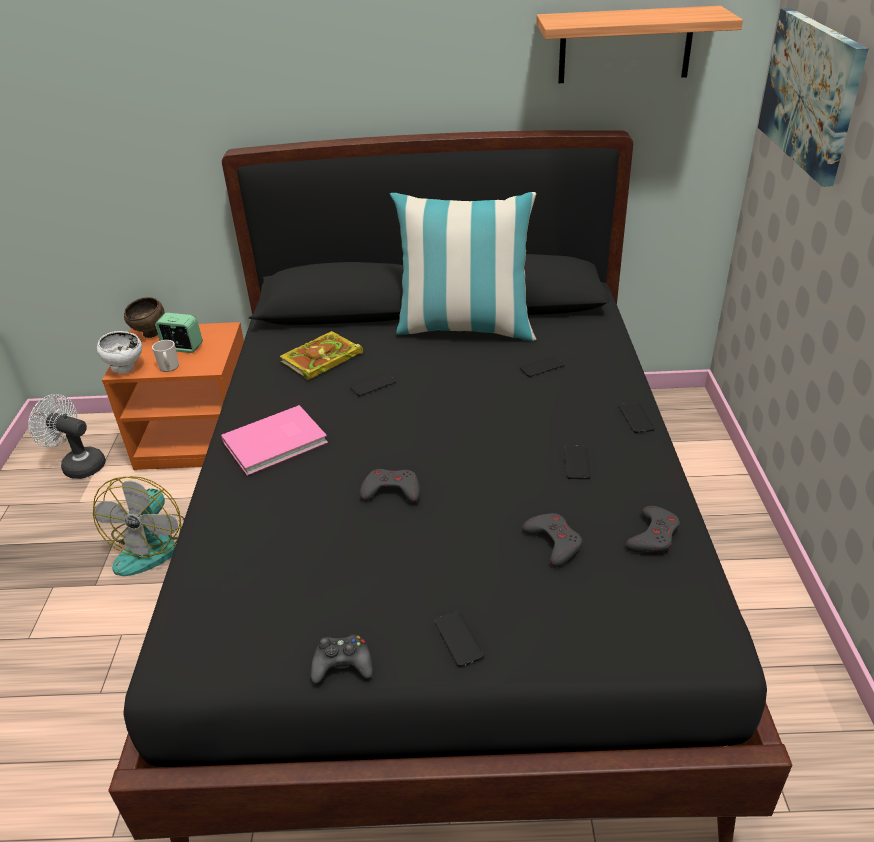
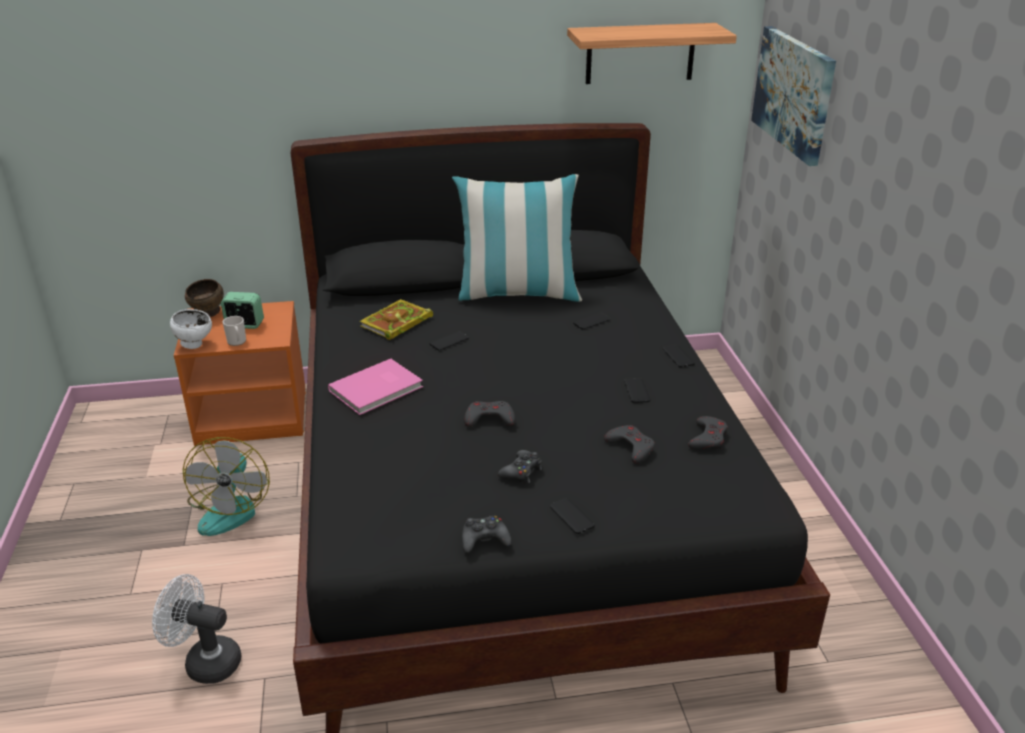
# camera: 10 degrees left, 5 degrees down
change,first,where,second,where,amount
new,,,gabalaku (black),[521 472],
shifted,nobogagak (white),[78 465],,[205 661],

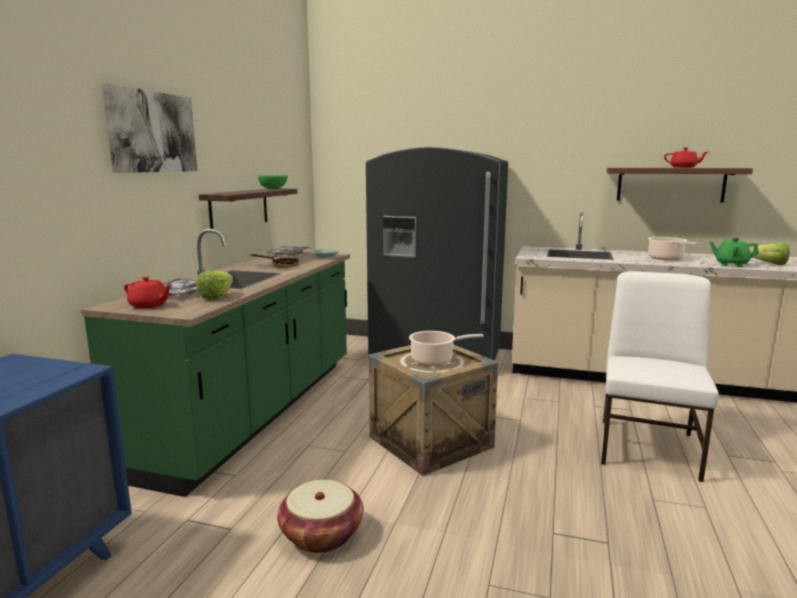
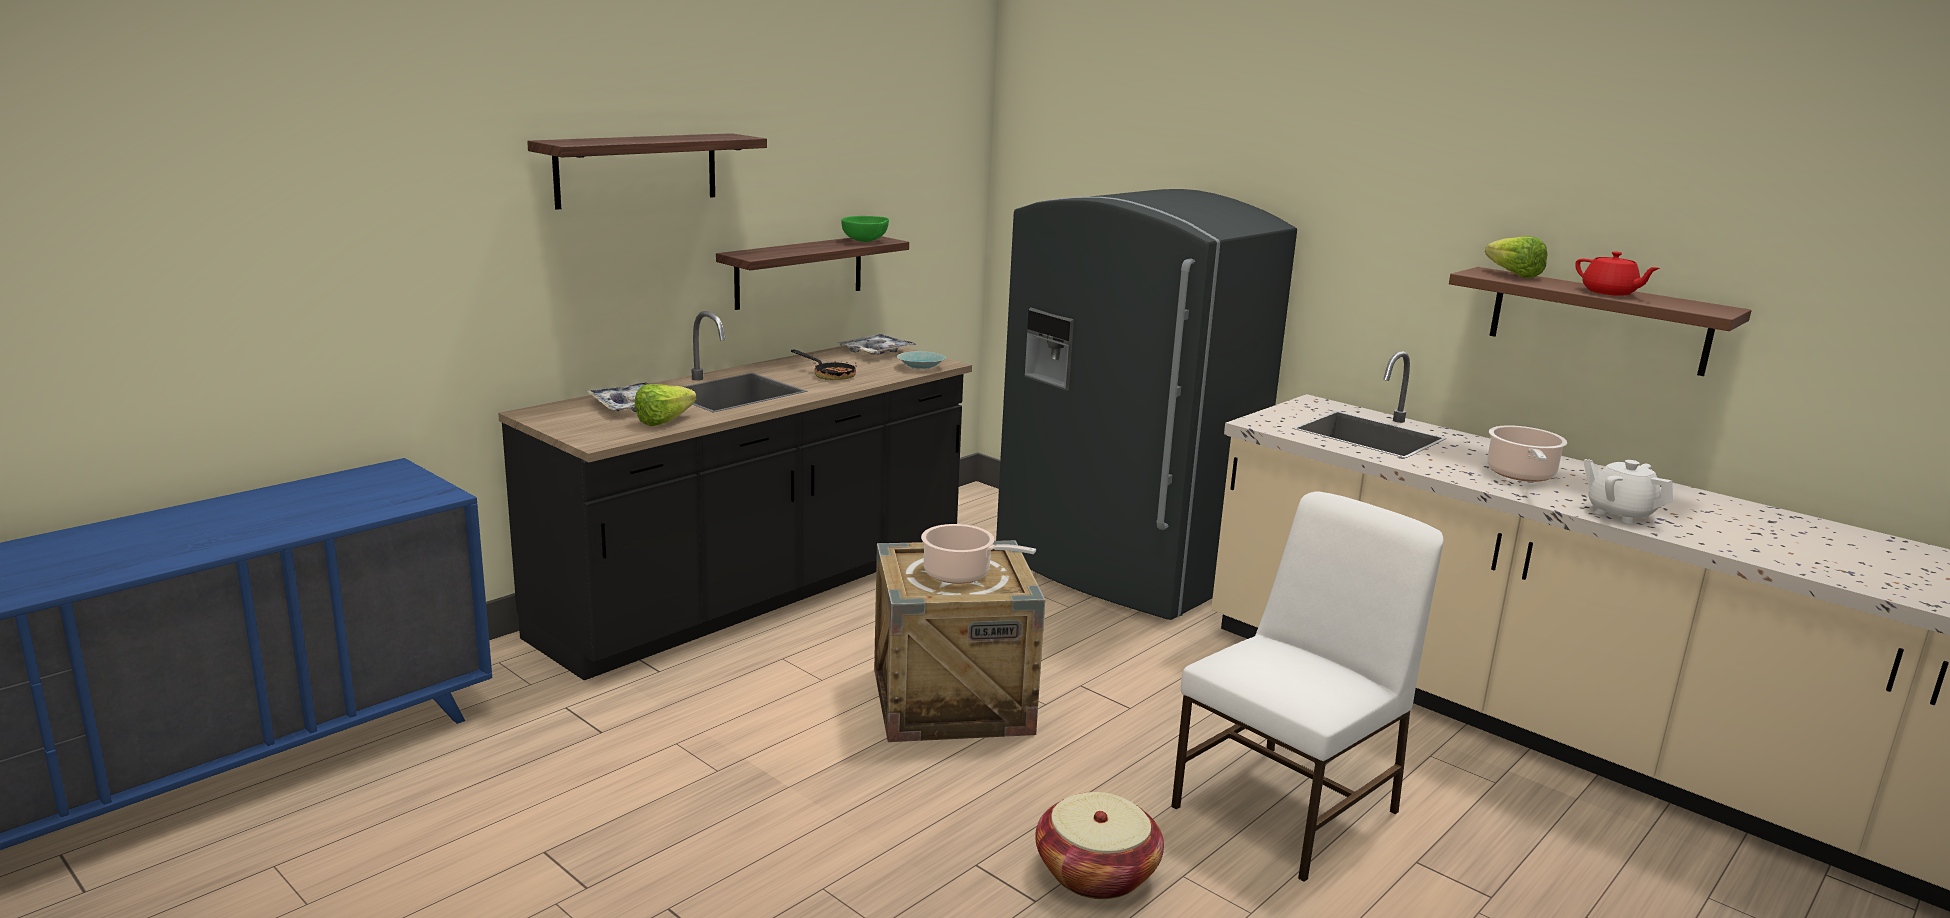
# camera: 25 degrees right, 5 degrees up
change,first,where,second,where,amount
gone,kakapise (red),[149 305],,,
shifted,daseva,[321 534],,[1096 873],
shifted,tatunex,[765 263],,[1509 274],
swapped,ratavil,[152 132],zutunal,[637 170],
repainted,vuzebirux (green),[256 412],vuzebirux (black),[759 593],
repainted,kakapise (green),[731 264],kakapise (white),[1620 514],

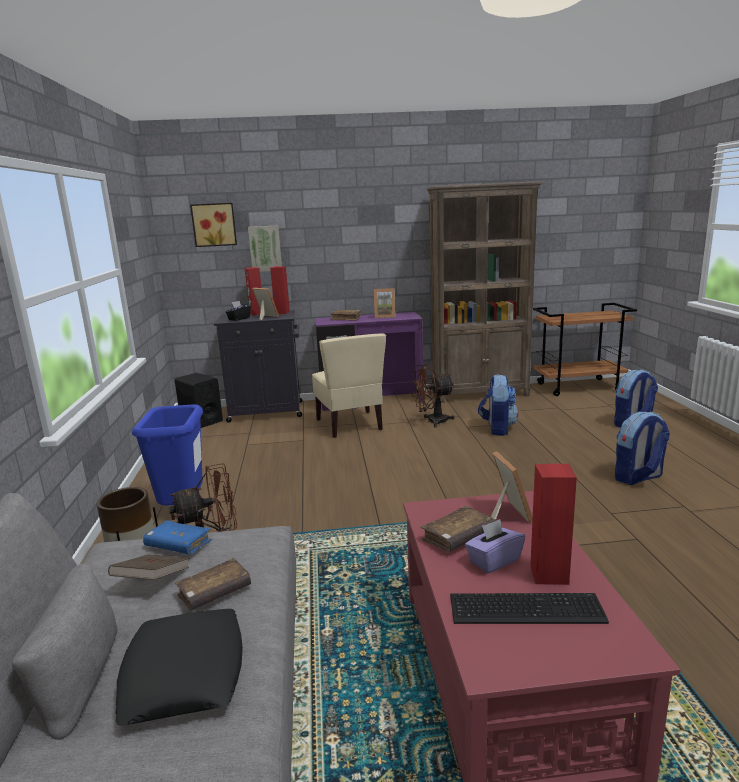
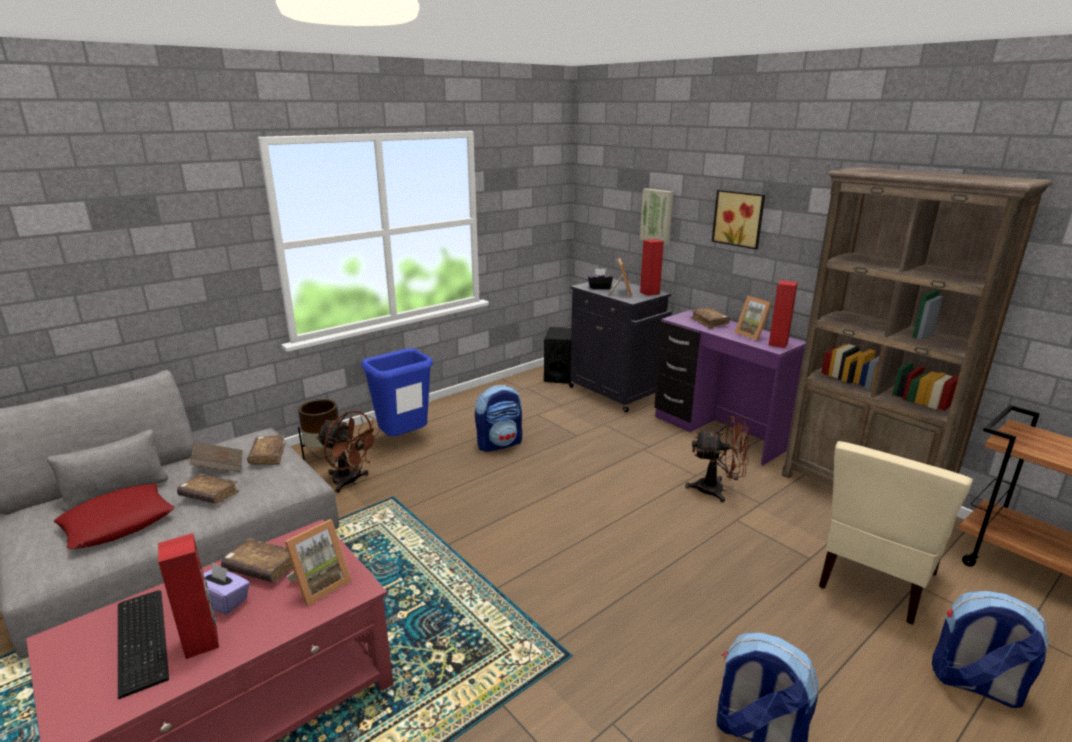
# camera: 55 degrees right, 5 degrees up
change,first,where,second,where,amount
shifted,ratavil,[214 224],,[739 218],
shifted,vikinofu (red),[256 313],,[777 344],
shifted,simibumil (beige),[350 425],,[874 579],
shifted,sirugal,[497 428],,[499 444],
repainted,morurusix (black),[184 673],morurusix (red),[118 523],
repainted,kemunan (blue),[178 545],kemunan (brown),[268 455],
rotated,nobogagak (brown),[432 421],,[717 490],150 degrees clockwise

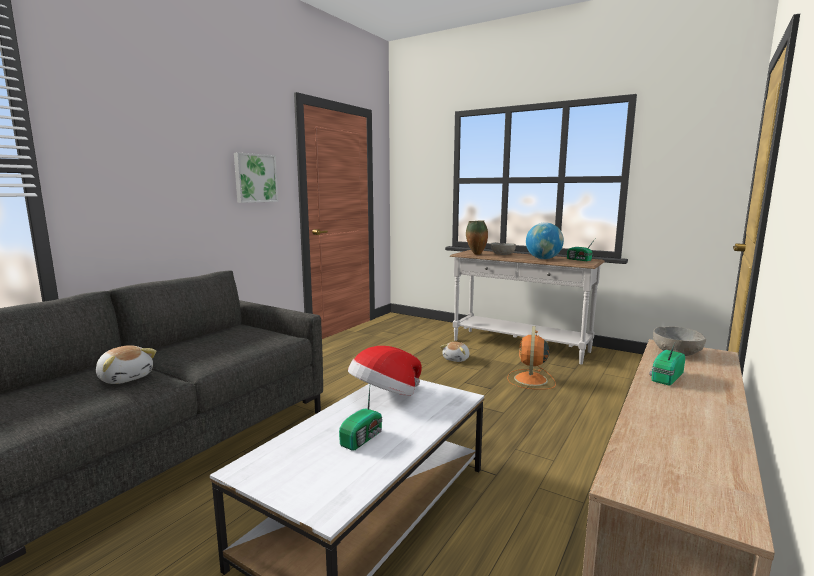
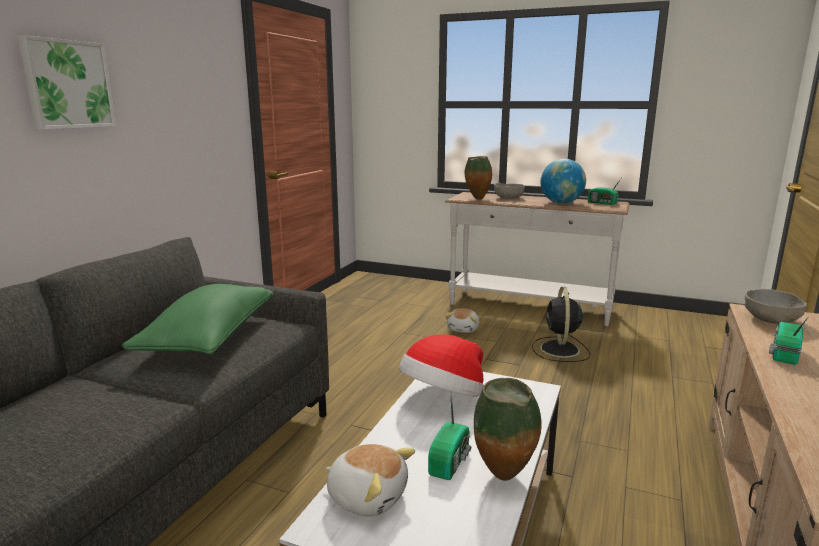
# camera: 10 degrees left, 5 degrees up
change,first,where,second,where,amount
new,,,morurusix (green),[209 338],
new,,,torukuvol,[504 478],
shifted,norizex,[126 377],,[368 496],
shifted,ratavil,[255 178],,[67 84],
repainted,nobogagak (orange),[530 380],nobogagak (black),[560 350],

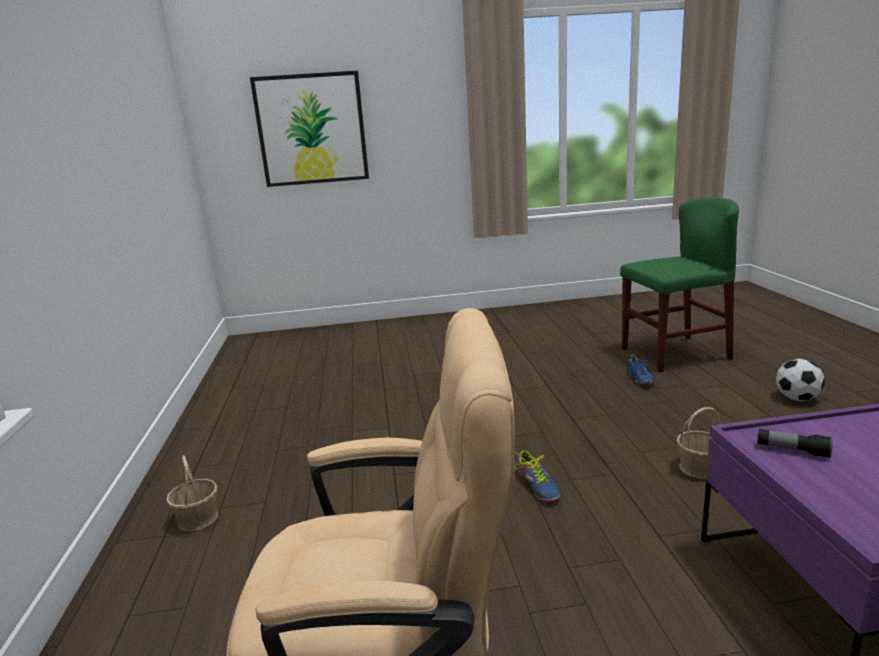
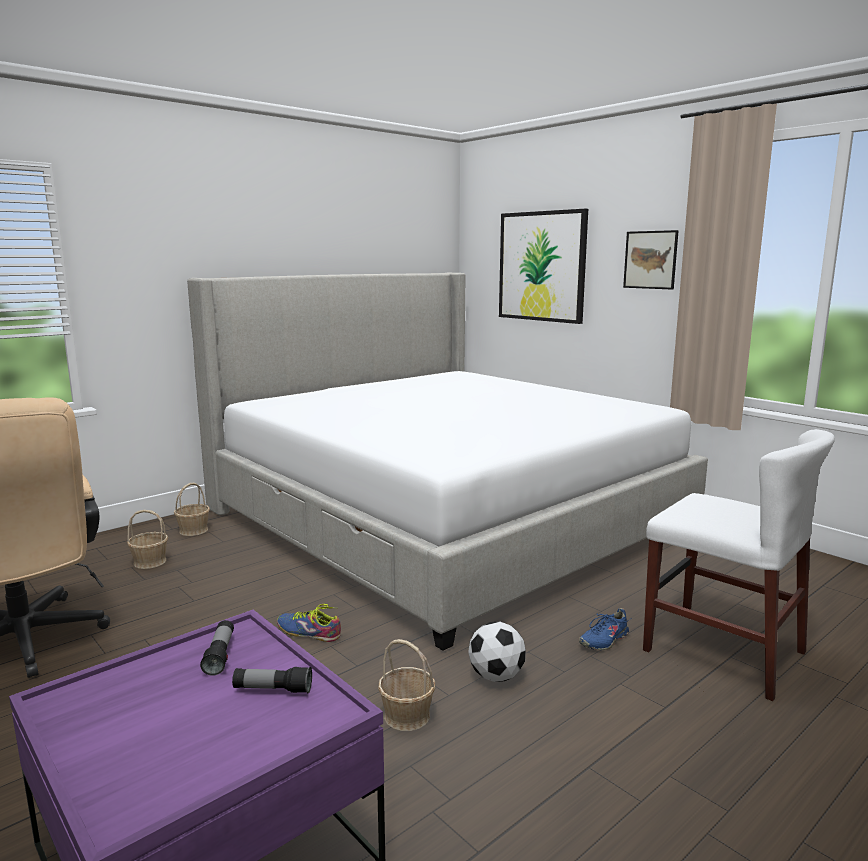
# camera: 55 degrees right, 5 degrees down
change,first,where,second,where,amount
new,,,daseva,[150 562],
new,,,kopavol,[445 517],
new,,,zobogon,[273 689],
new,,,ratavil,[650 260],
shifted,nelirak,[797 398],,[496 676],
repainted,simibumil (green),[674 353],simibumil (white),[723 651],
rotated,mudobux,[538 485],,[308 632],75 degrees clockwise

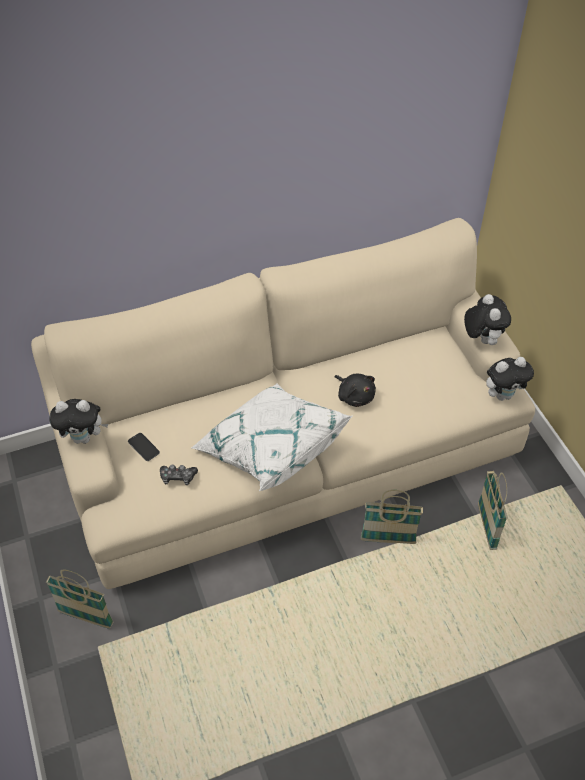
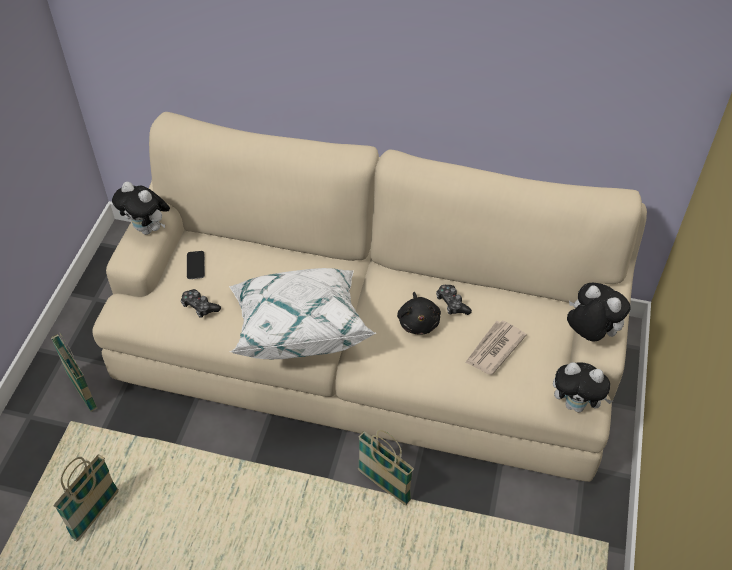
# camera: 35 degrees right, 0 degrees up
change,first,where,second,where,amount
new,,,gabalaku,[452 304],
new,,,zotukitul,[494 349],
shifted,daseva,[486 527],,[96 514],
rotated,norizex,[482 339],,[589 334],75 degrees counterclockwise

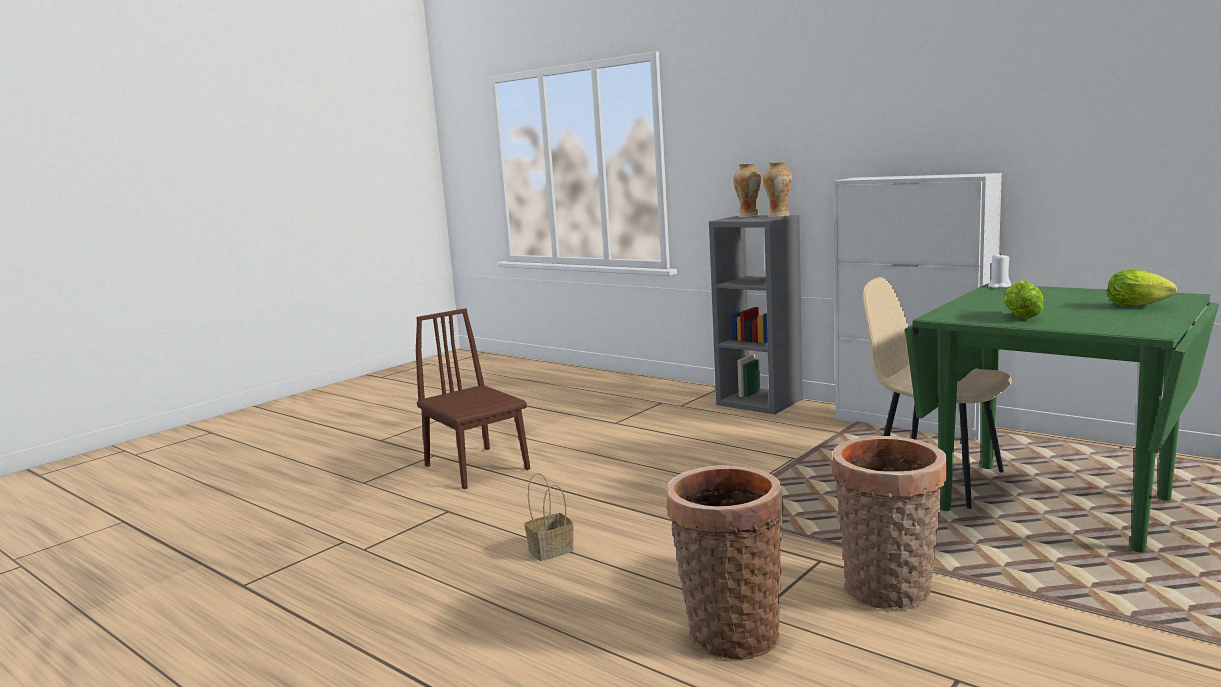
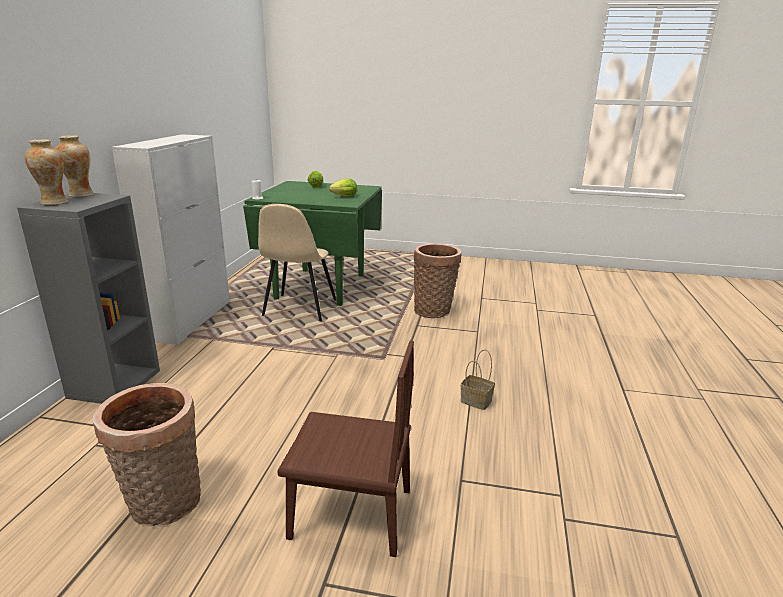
# camera: 120 degrees left, 10 degrees up
change,first,where,second,where,amount
shifted,daseva,[728 632],,[163 506],
rotated,simibumil (brown),[477 467],,[351 513],105 degrees counterclockwise

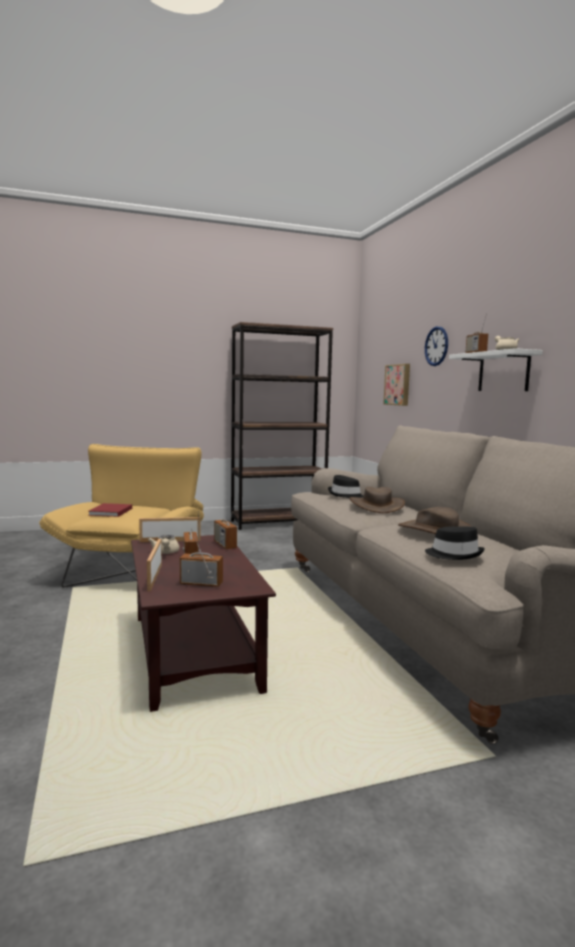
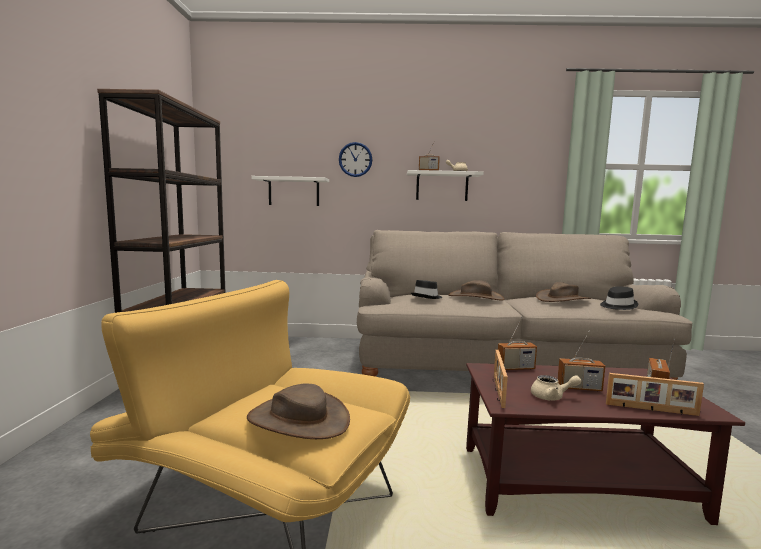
# camera: 70 degrees left, 0 degrees up
change,first,where,second,where,amount
swapped,kemunan (red),[110 512],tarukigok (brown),[298 419],
swapped,ratavil,[398 385],zutunal (white),[294 191],

